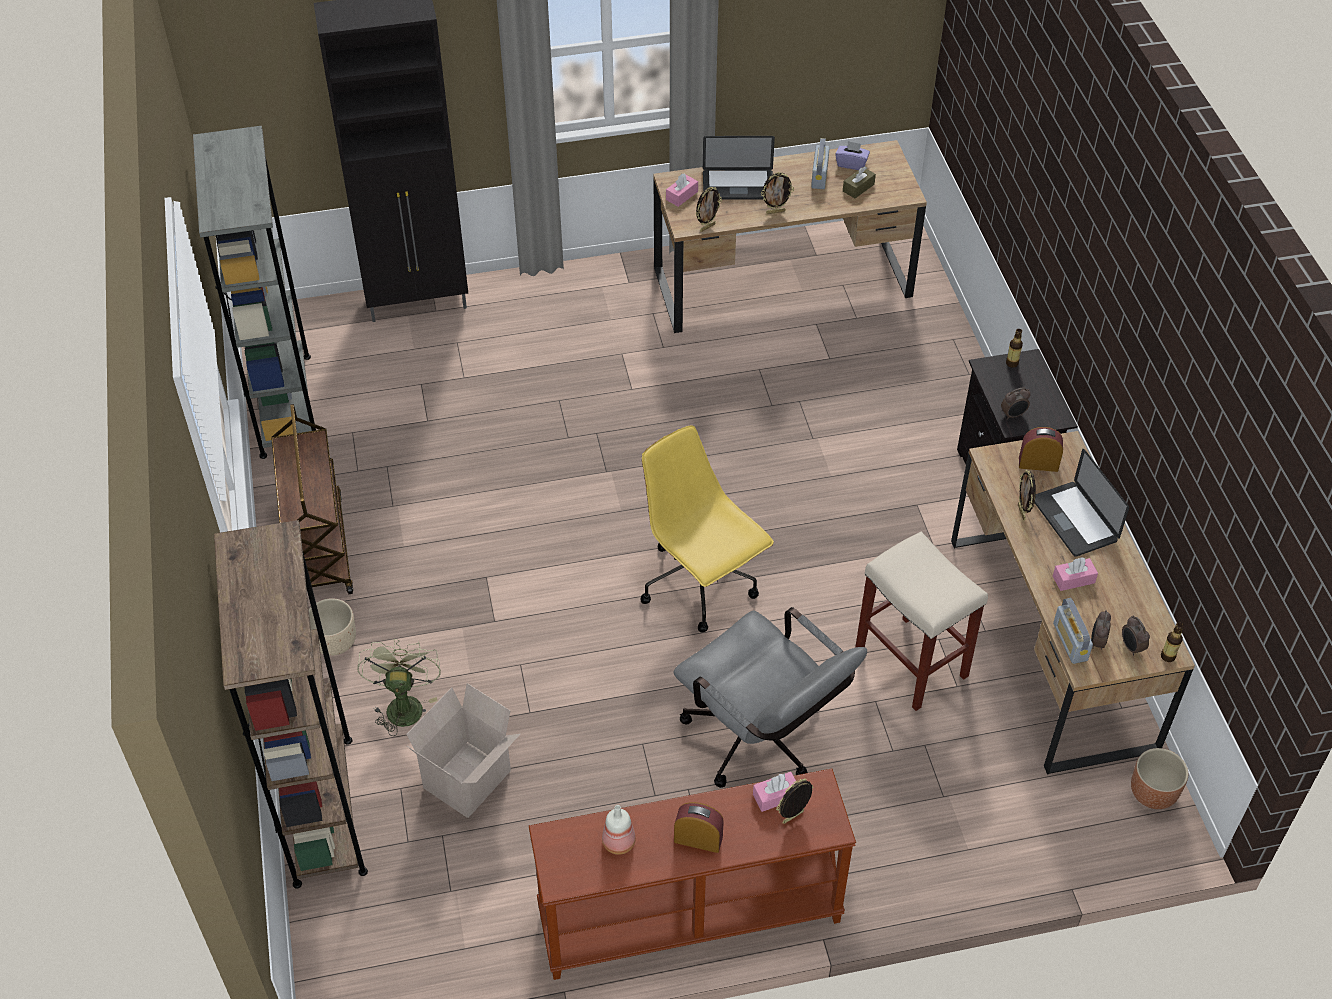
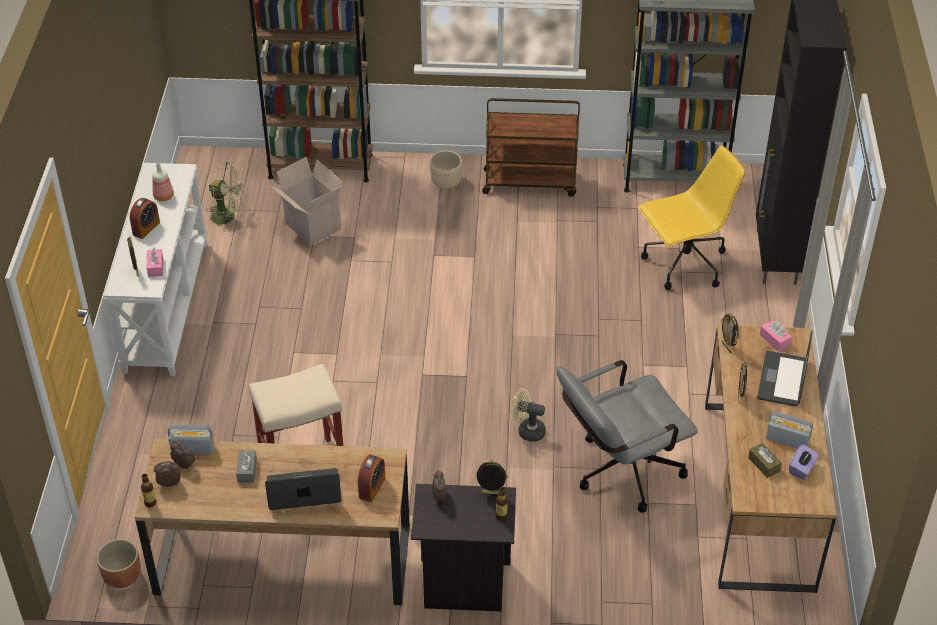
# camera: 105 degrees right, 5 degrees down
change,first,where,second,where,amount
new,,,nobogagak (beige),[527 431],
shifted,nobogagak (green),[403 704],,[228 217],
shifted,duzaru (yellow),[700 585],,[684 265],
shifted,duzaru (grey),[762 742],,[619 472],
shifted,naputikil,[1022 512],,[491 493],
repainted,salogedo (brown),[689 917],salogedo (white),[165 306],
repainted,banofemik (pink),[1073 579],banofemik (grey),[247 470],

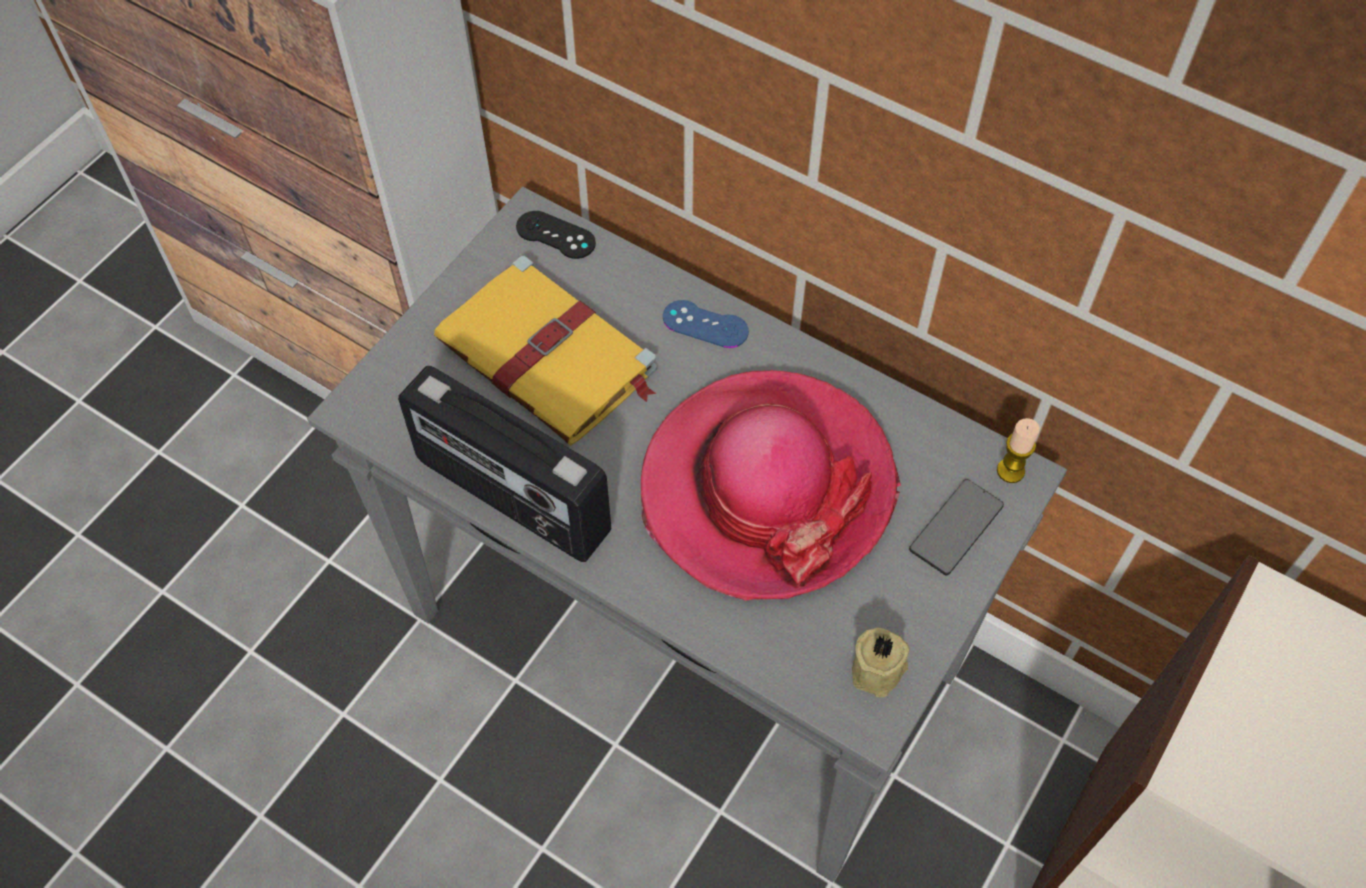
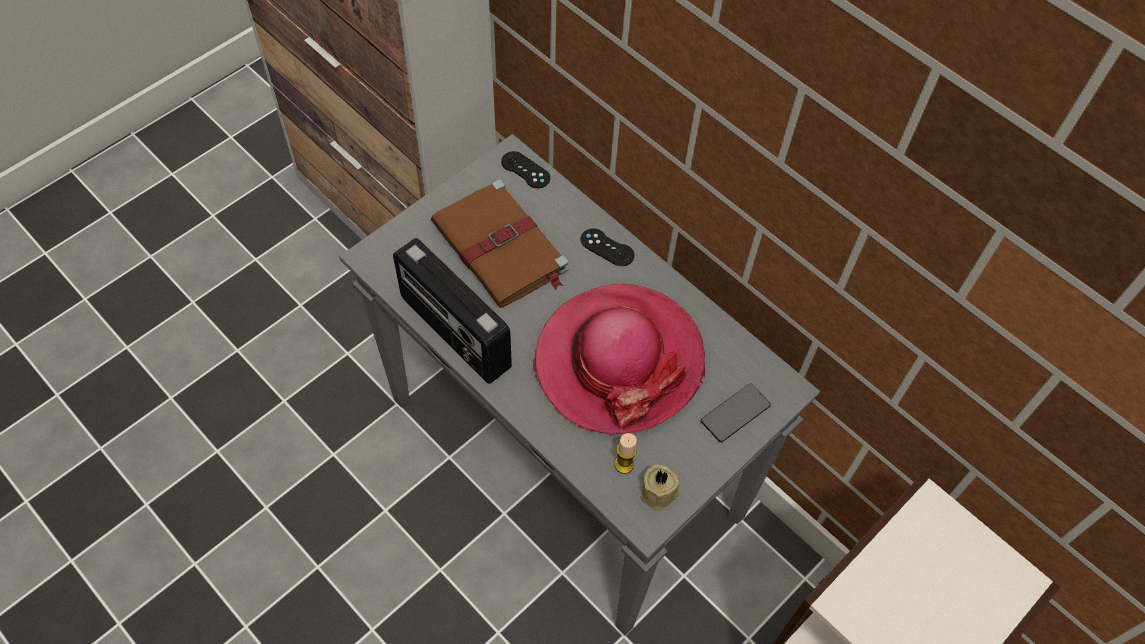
# camera: 10 degrees right, 0 degrees up
change,first,where,second,where,amount
shifted,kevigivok,[1010 471],,[624 464],
repainted,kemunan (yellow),[549 357],kemunan (brown),[501 248],
repainted,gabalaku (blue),[705 324],gabalaku (black),[607 247],

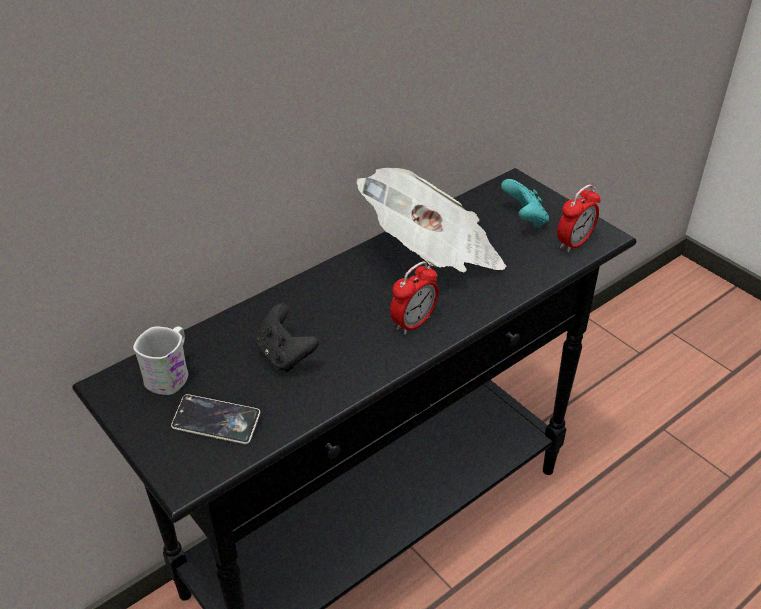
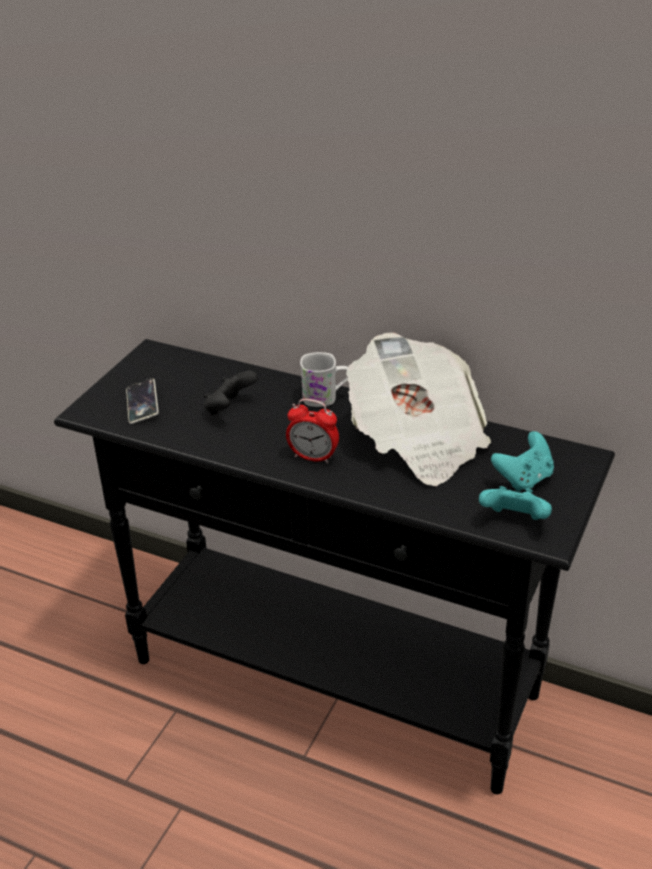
# camera: 65 degrees right, 5 degrees down
change,first,where,second,where,amount
shifted,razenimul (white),[171 374],,[325 397],
swapped,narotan,[574 243],gabalaku (turquoise),[514 520],

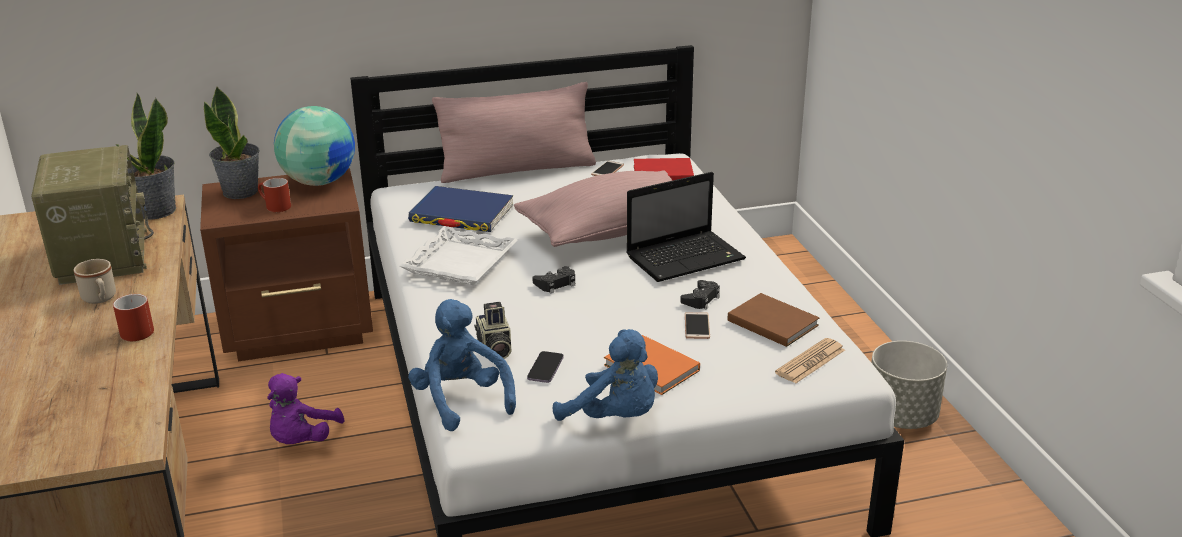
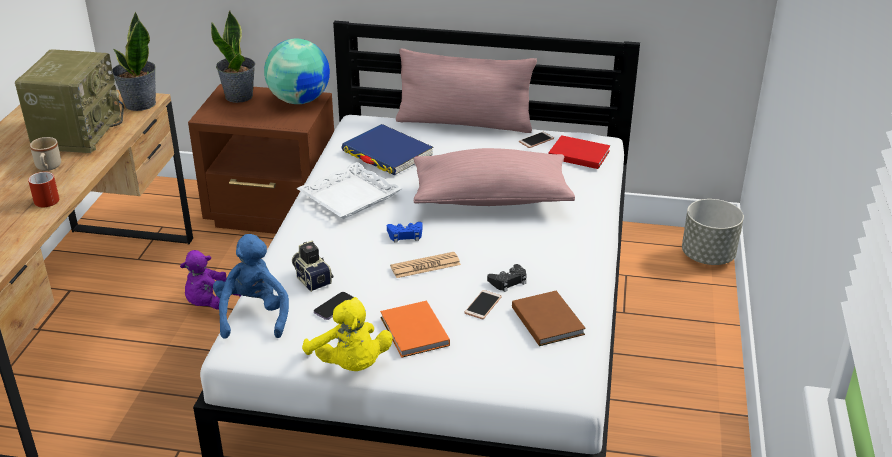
# camera: 25 degrees right, 5 degrees up
change,first,where,second,where,amount
gone,razenimul (red),[274 206],,,
gone,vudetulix,[686 257],,,
shifted,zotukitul,[810 362],,[425 266],
shifted,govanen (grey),[901 417],,[708 256],
repainted,gabalaku (black),[556 284],gabalaku (blue),[405 235],
repainted,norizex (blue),[615 417],norizex (yellow),[350 365],
rotated,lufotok,[494 348],,[312 278],135 degrees clockwise

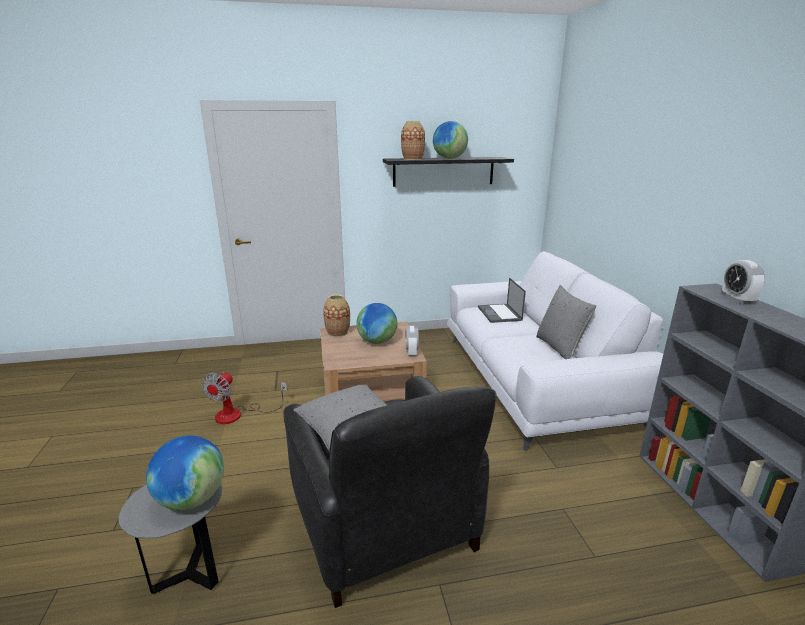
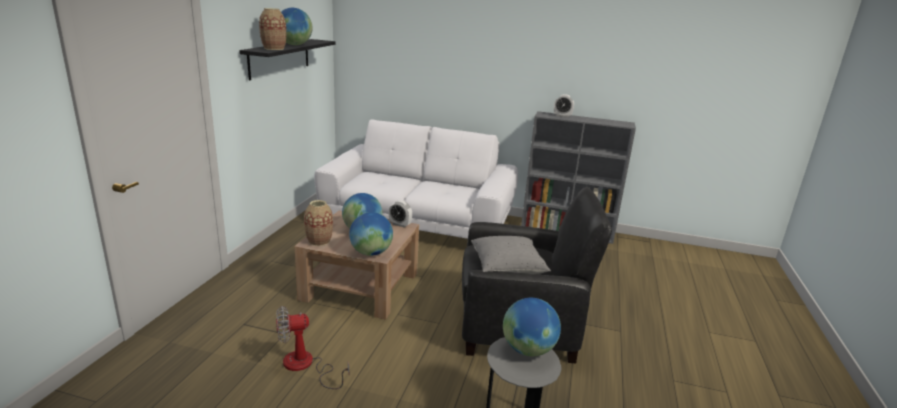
# camera: 65 degrees left, 0 degrees up
change,first,where,second,where,amount
gone,vudetulix,[500 314],,,
gone,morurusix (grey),[560 348],,,
new,,,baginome,[371 253],
rotated,nobogagak,[238 414],,[305 366],120 degrees clockwise

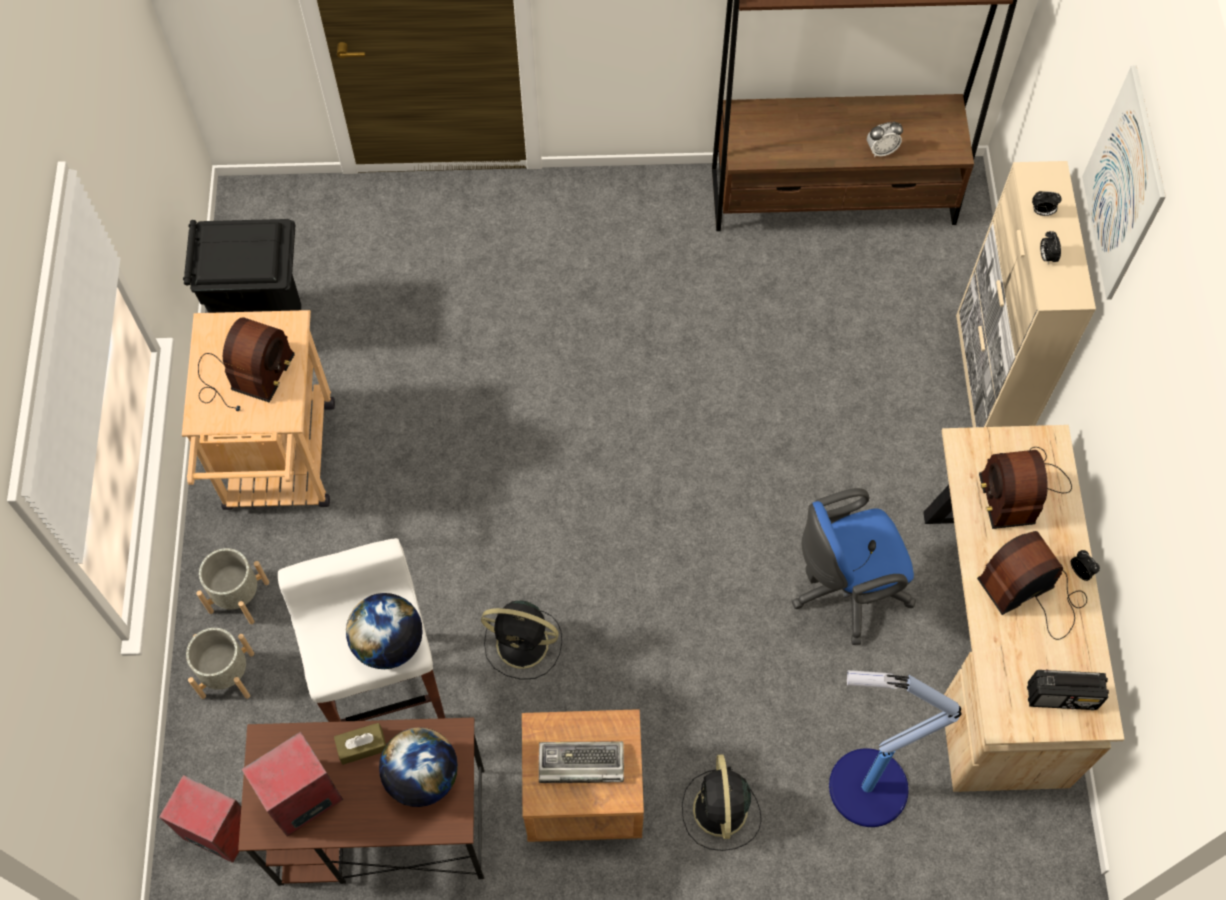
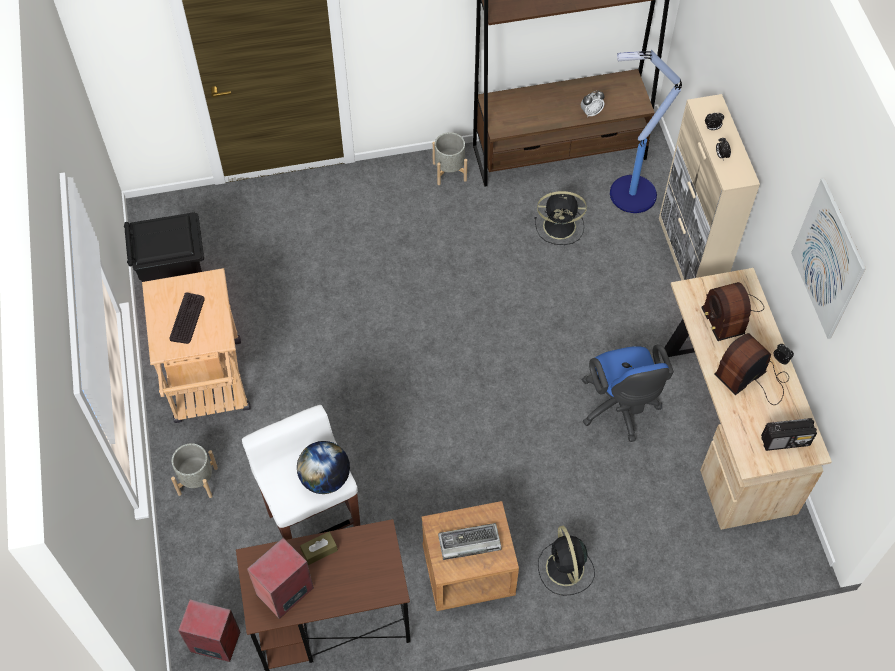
# camera: 10 degrees left, 5 degrees down
change,first,where,second,where,amount
gone,baginome,[422 777],,,
shifted,govanen (grey),[227 674],,[449 171],
shifted,nobogagak (black),[525 644],,[561 226],
shifted,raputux,[864 787],,[630 194],
shifted,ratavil,[1123 185],,[827 259],
swapped,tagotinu,[245 377],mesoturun,[187 318],
rotated,duzaru (blue),[844 589],,[620 409],75 degrees counterclockwise

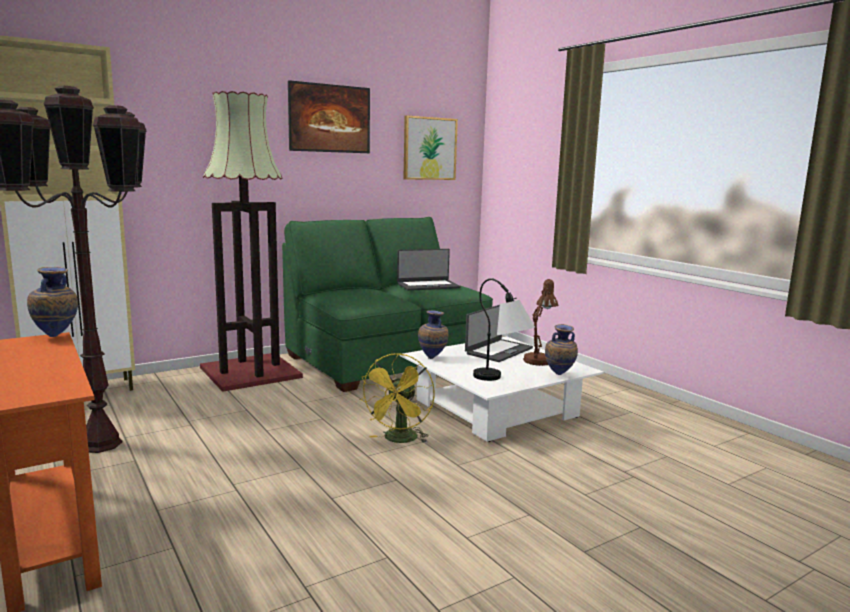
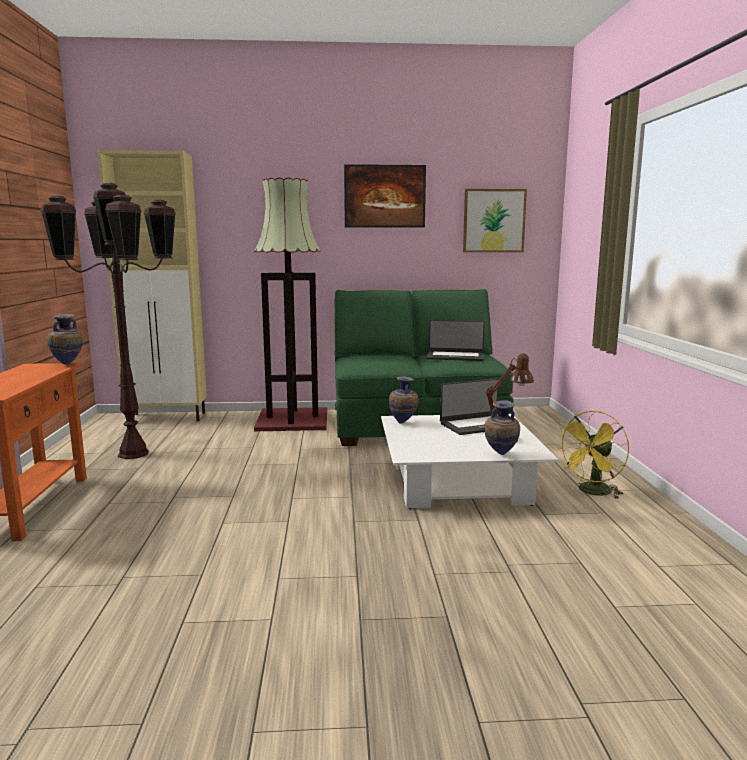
# camera: 30 degrees right, 0 degrees up
change,first,where,second,where,amount
gone,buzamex,[501 381],,,
shifted,nobogagak (yellow),[399 440],,[592 492],

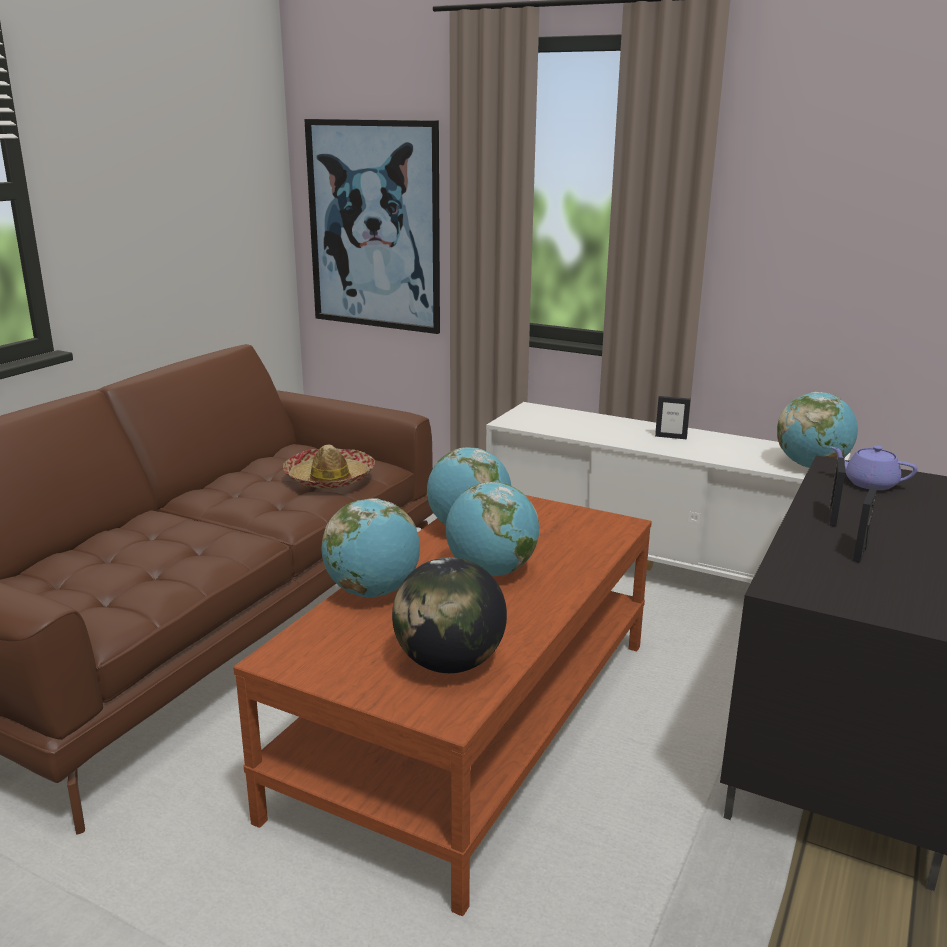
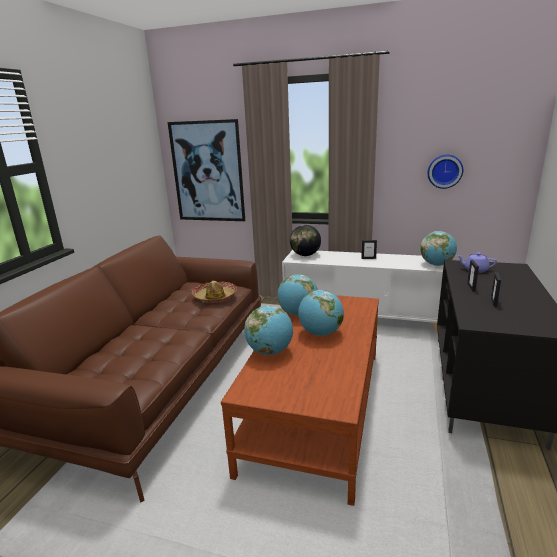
# camera: 10 degrees left, 0 degrees up
change,first,where,second,where,amount
new,,,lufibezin,[444 171],
shifted,baginome,[449 663],,[305 255],

